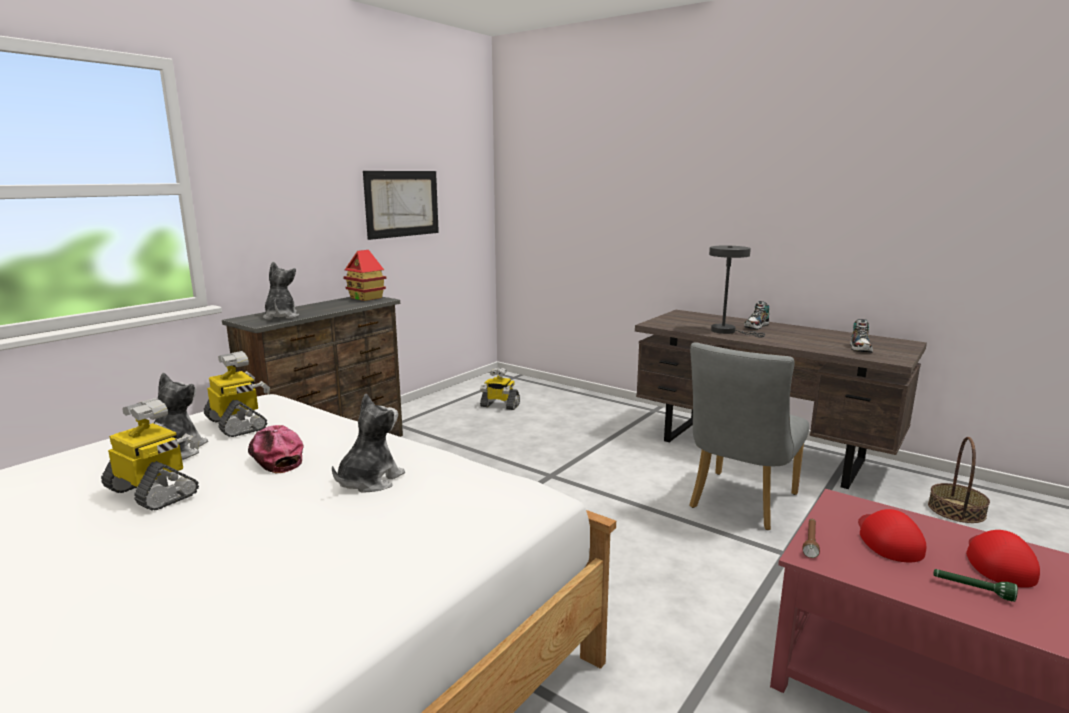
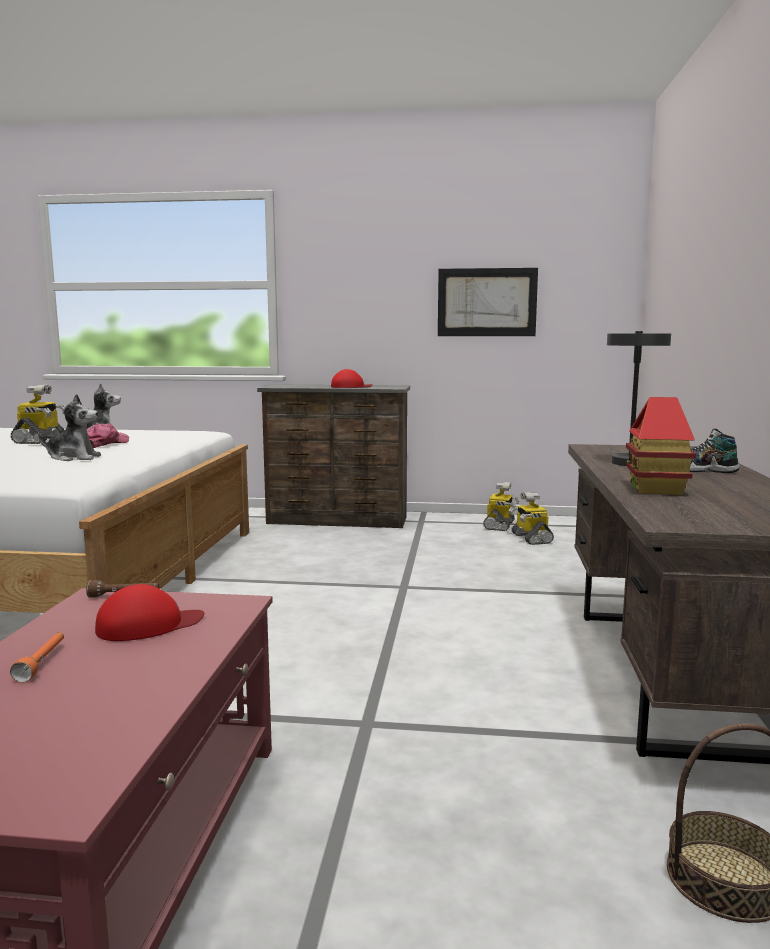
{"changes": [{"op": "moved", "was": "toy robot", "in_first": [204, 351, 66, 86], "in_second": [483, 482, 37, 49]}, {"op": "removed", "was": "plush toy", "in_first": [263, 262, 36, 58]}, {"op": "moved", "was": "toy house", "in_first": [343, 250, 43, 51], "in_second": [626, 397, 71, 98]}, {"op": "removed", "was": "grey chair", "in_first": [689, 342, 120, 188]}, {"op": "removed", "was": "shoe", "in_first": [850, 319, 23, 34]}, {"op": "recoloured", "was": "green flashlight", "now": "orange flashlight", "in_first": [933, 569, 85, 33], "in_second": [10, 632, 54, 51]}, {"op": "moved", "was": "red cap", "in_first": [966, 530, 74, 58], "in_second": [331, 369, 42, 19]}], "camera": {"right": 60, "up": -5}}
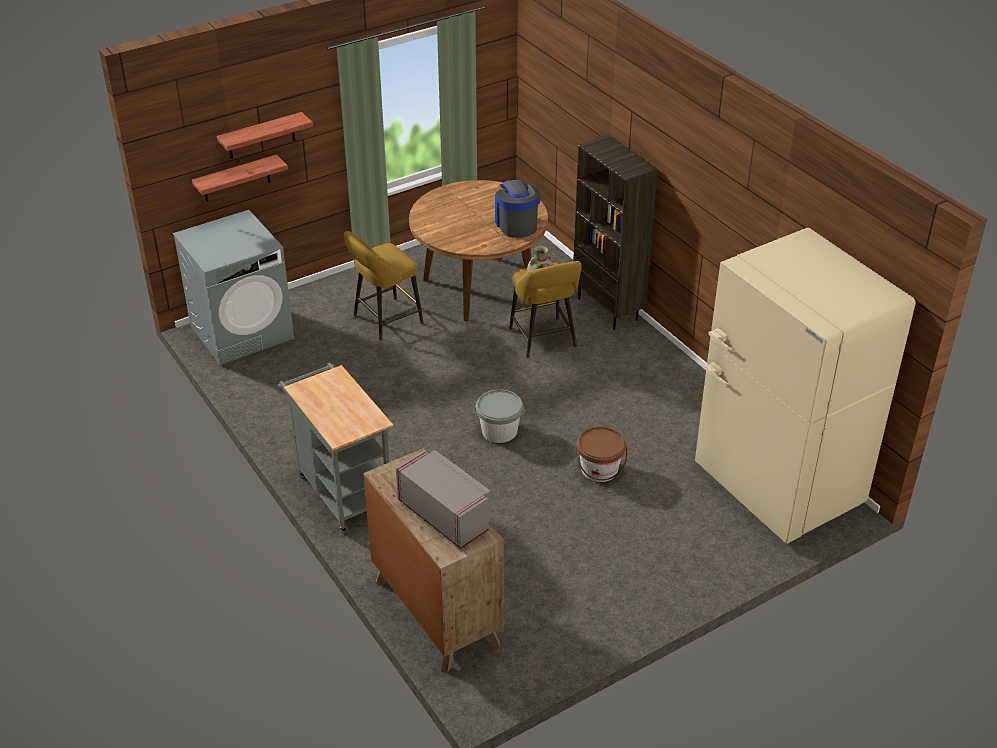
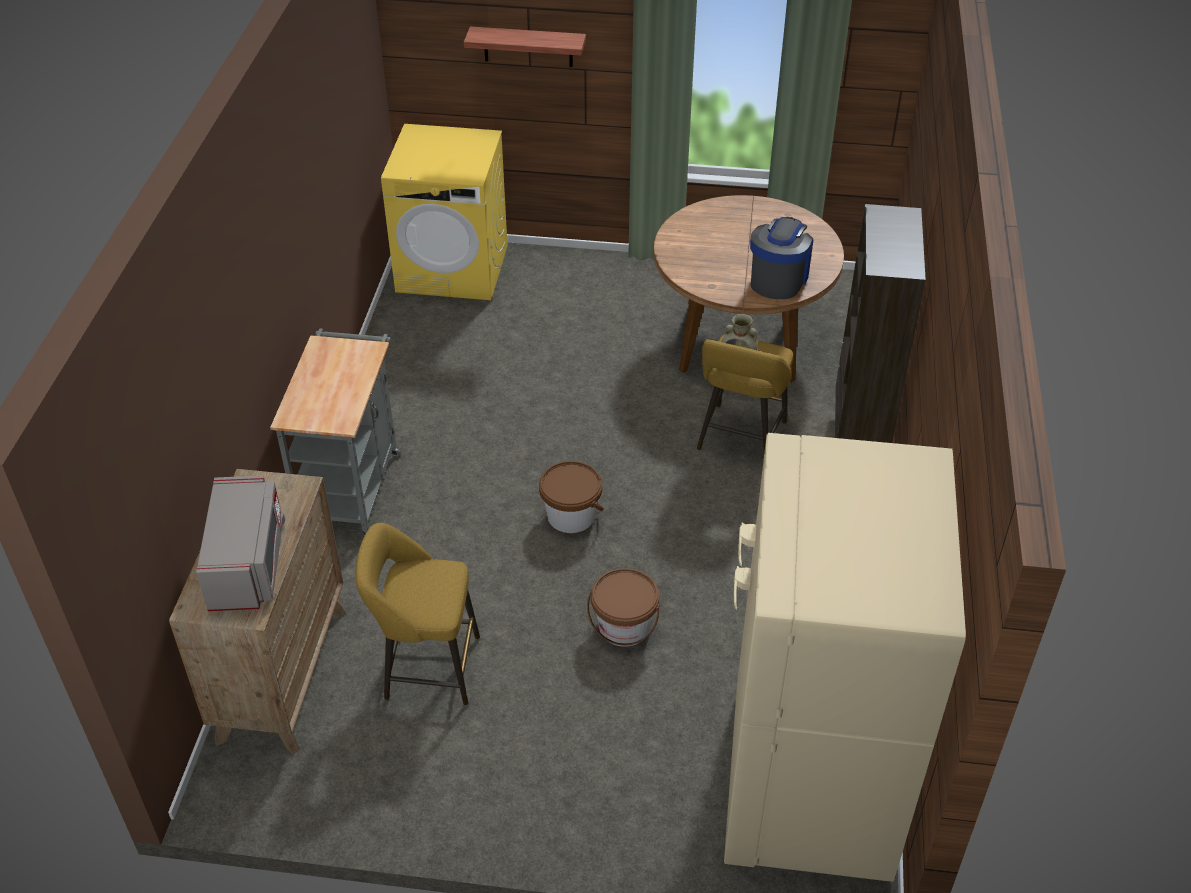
{"changes": [{"op": "recoloured", "was": "grey washing machine", "now": "yellow washing machine", "in_first": [173, 210, 121, 155], "in_second": [381, 124, 126, 176]}, {"op": "removed", "was": "shelf", "in_first": [192, 155, 96, 47]}, {"op": "moved", "was": "yellow stool", "in_first": [343, 231, 81, 110], "in_second": [356, 523, 124, 182]}, {"op": "recoloured", "was": "grey bucket", "now": "brown bucket", "in_first": [475, 389, 50, 54], "in_second": [539, 461, 65, 72]}], "camera": {"right": 40, "up": 5}}
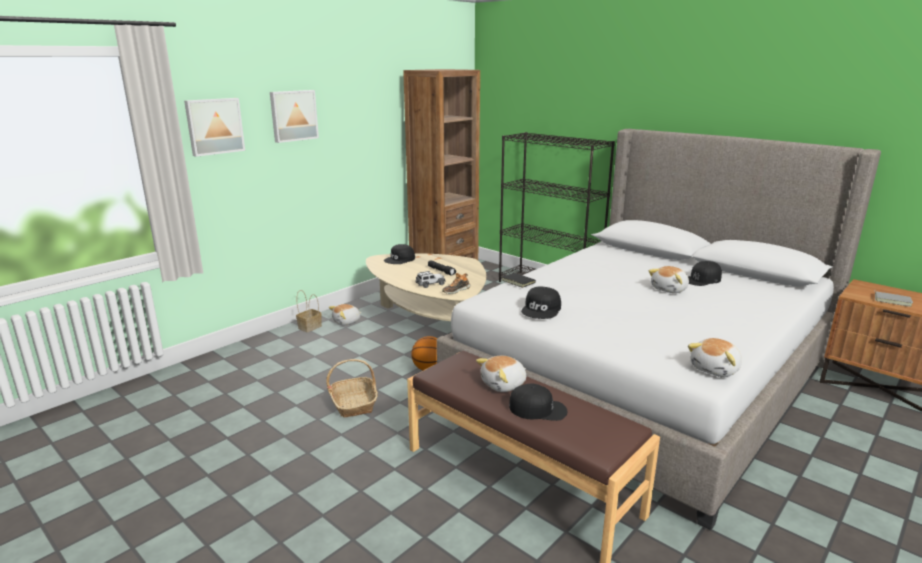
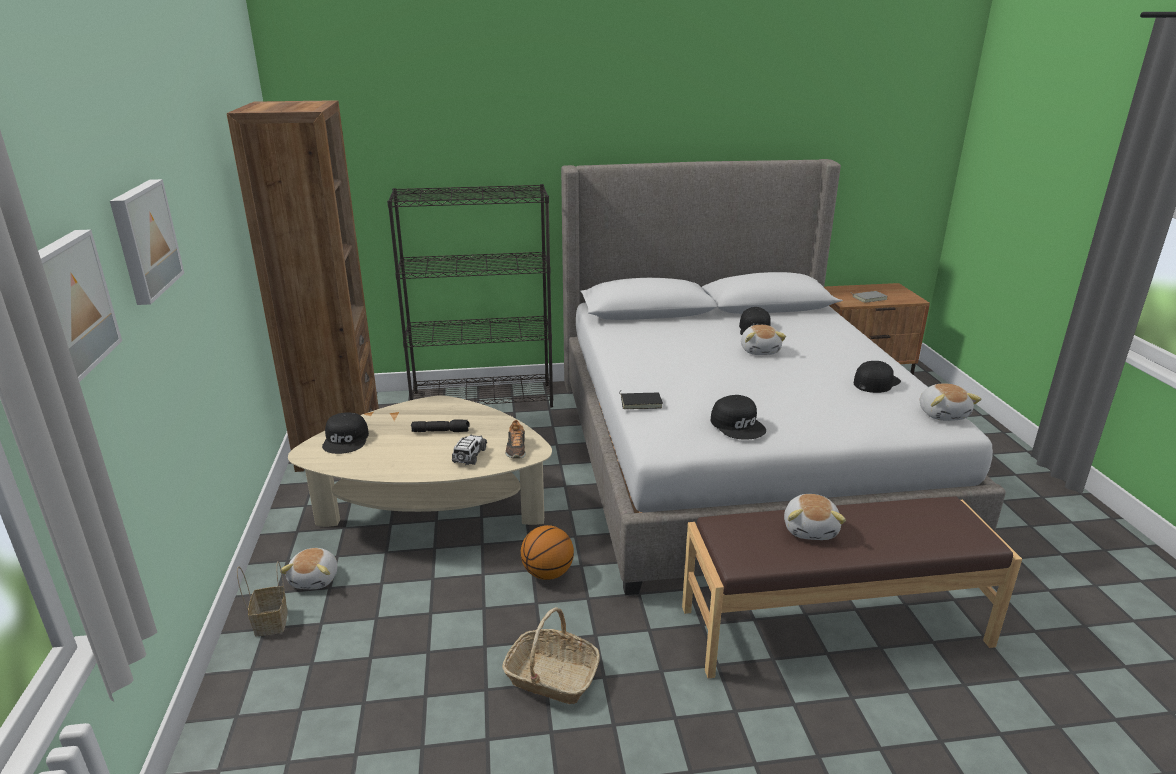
{"changes": [{"op": "moved", "was": "black cap", "in_first": [509, 384, 58, 37], "in_second": [854, 361, 47, 32]}], "camera": {"right": -50, "up": 5}}
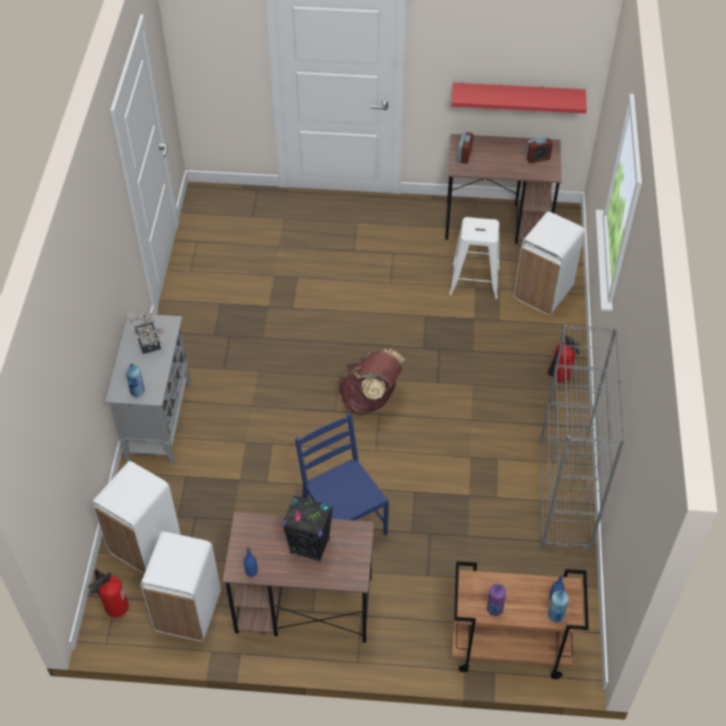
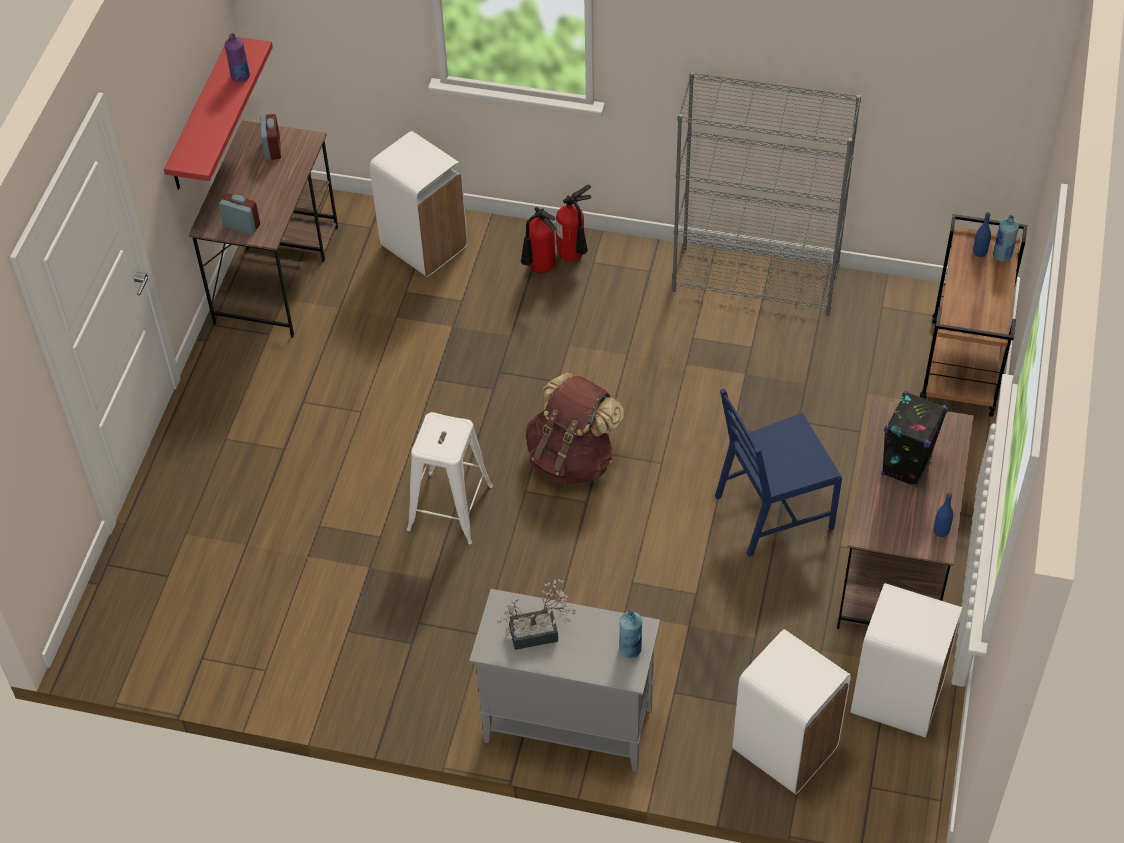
{"changes": [{"op": "moved", "was": "fire extinguisher", "in_first": [88, 569, 41, 48], "in_second": [521, 207, 35, 66]}, {"op": "moved", "was": "white stool", "in_first": [449, 217, 51, 82], "in_second": [407, 412, 86, 132]}, {"op": "moved", "was": "purple bottle", "in_first": [487, 584, 19, 32], "in_second": [225, 33, 25, 49]}], "camera": {"right": -80, "up": 0}}
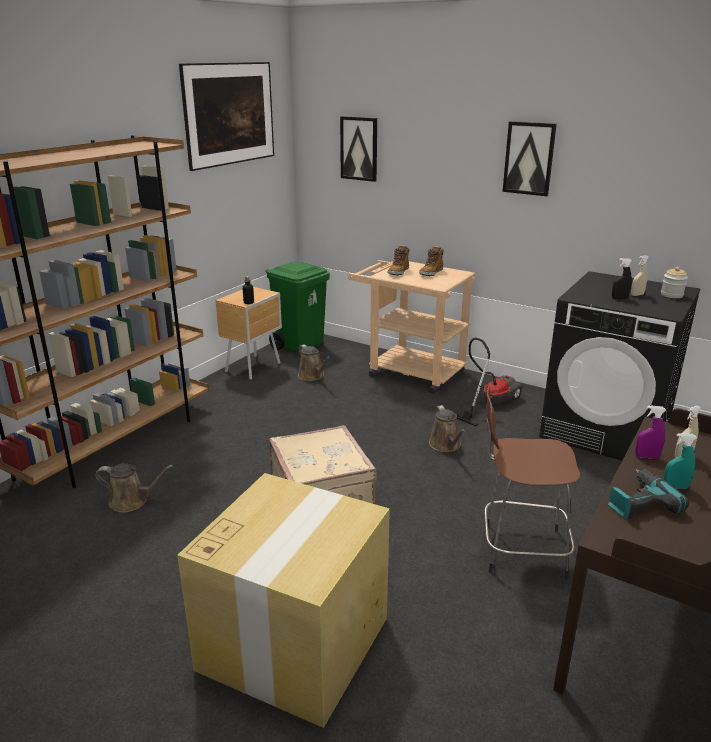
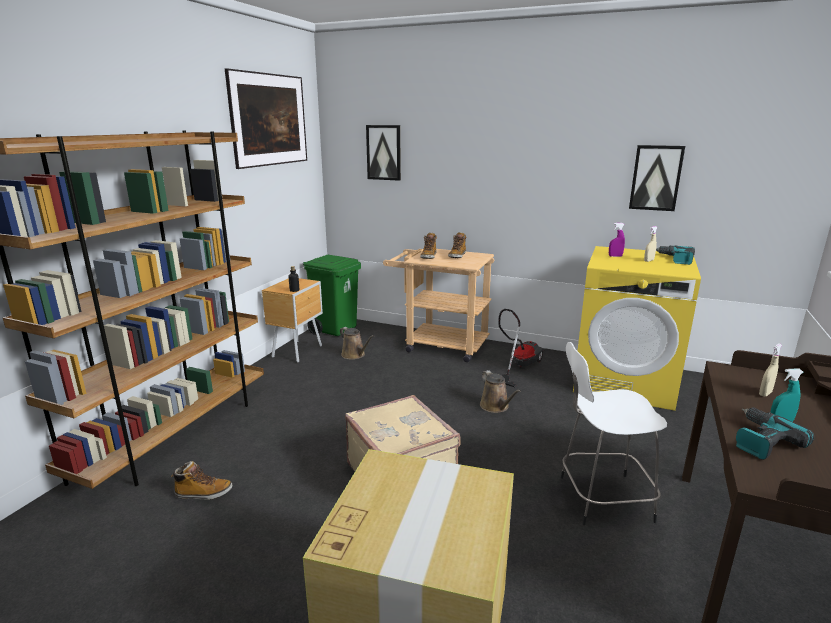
{"changes": [{"op": "replaced", "was": "brown watering can", "now": "boot", "in_first": [95, 463, 78, 50], "in_second": [171, 461, 61, 39]}, {"op": "recoloured", "was": "brown stool", "now": "white stool", "in_first": [485, 385, 95, 194], "in_second": [560, 342, 107, 183]}, {"op": "moved", "was": "picture", "in_first": [503, 121, 54, 75], "in_second": [629, 145, 56, 66]}, {"op": "recoloured", "was": "black washing machine", "now": "yellow washing machine", "in_first": [539, 271, 161, 190], "in_second": [573, 246, 128, 165]}, {"op": "removed", "was": "black spray bottle", "in_first": [612, 258, 20, 41]}, {"op": "moved", "was": "purple spray bottle", "in_first": [635, 405, 31, 54], "in_second": [609, 223, 16, 34]}, {"op": "replaced", "was": "jar", "now": "power drill", "in_first": [661, 267, 27, 31], "in_second": [656, 246, 39, 19]}], "camera": {"right": -10, "up": -5}}
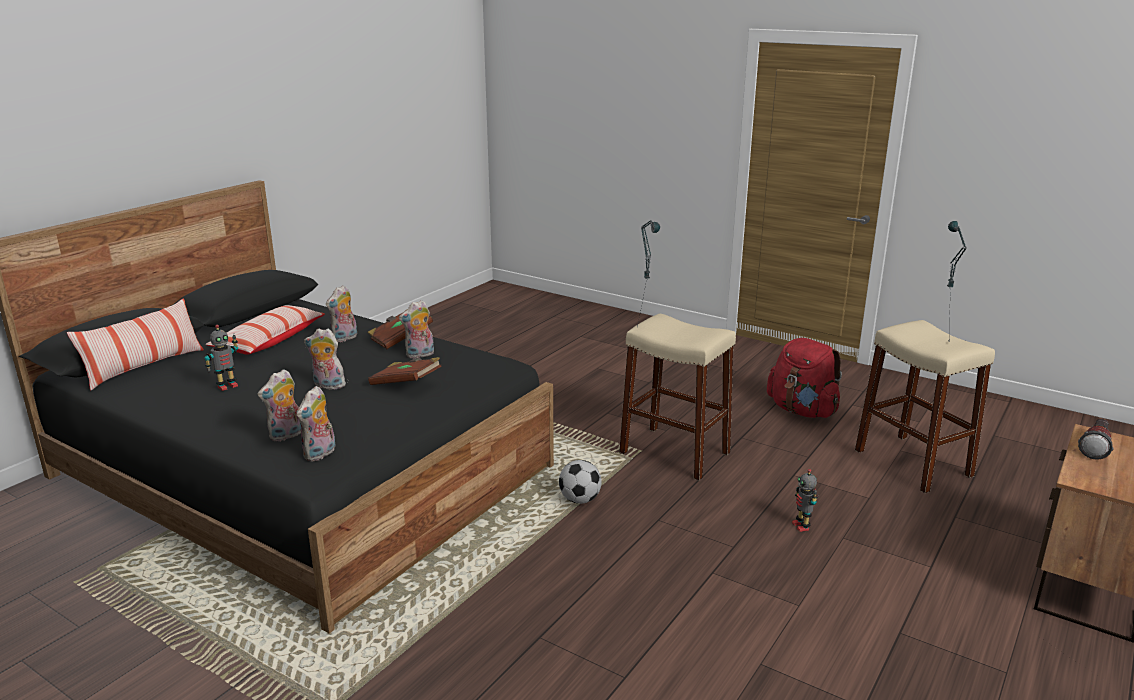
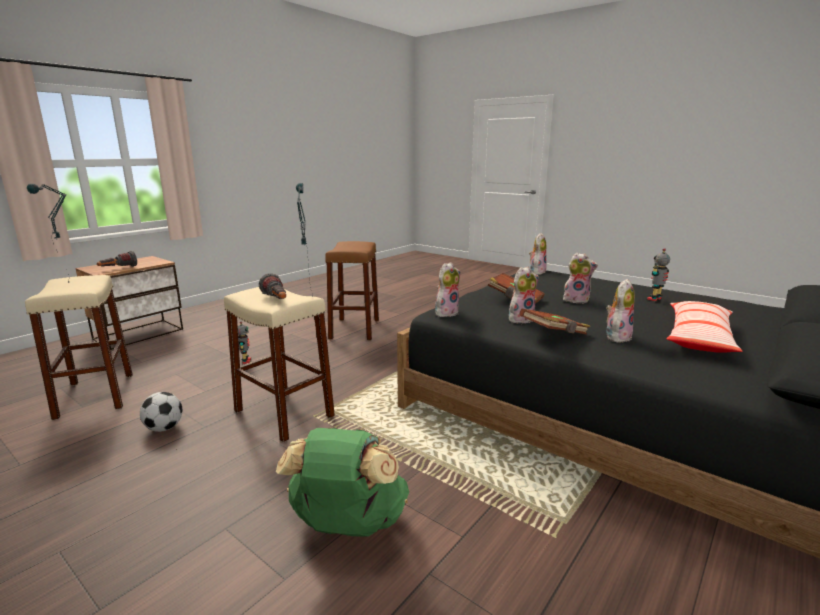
{"changes": [{"op": "removed", "was": "pillow", "in_first": [67, 298, 137, 92]}, {"op": "moved", "was": "plush toy", "in_first": [258, 369, 43, 73], "in_second": [435, 262, 25, 55]}, {"op": "moved", "was": "football", "in_first": [559, 460, 43, 44], "in_second": [140, 392, 42, 40]}, {"op": "removed", "was": "red backpack", "in_first": [767, 338, 75, 80]}, {"op": "added", "now": "flashlight", "in_second": [259, 273, 27, 26]}, {"op": "added", "now": "green backpack", "in_second": [276, 427, 133, 110]}, {"op": "added", "now": "brown stool", "in_second": [325, 241, 54, 99]}], "camera": {"right": -175, "up": -5}}
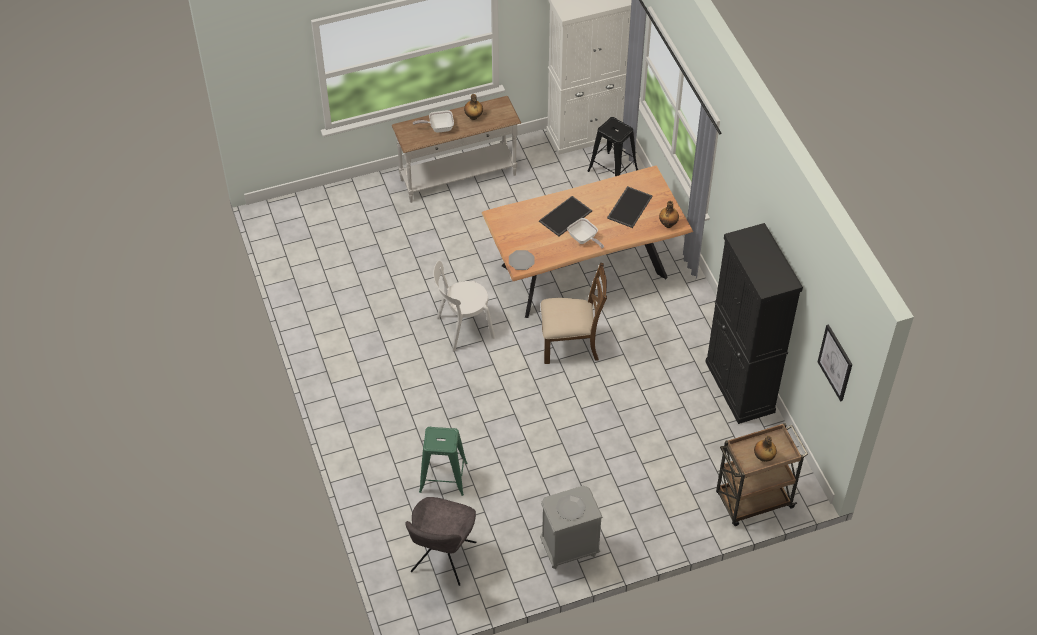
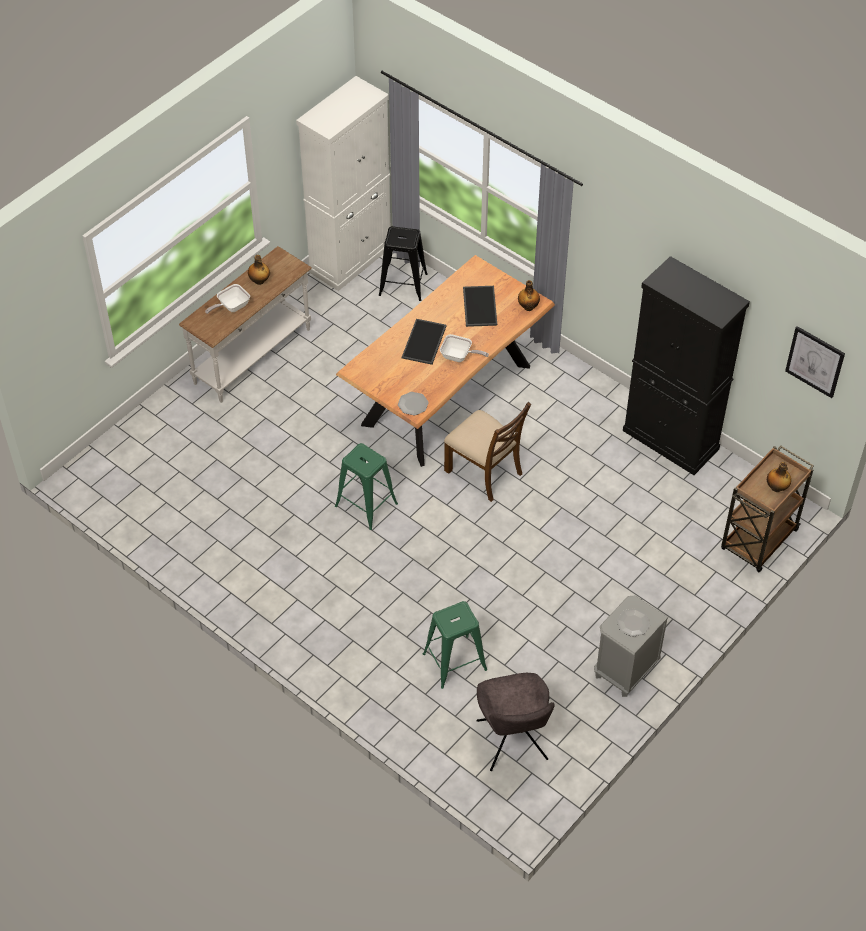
{"changes": [{"op": "replaced", "was": "white chair", "now": "green stool", "in_first": [433, 261, 62, 91], "in_second": [335, 443, 63, 87]}, {"op": "turned", "was": "brown chair", "in_first": [541, 263, 66, 101], "in_second": [444, 402, 87, 100], "clockwise": 75}], "camera": {"right": -30, "up": 0}}
